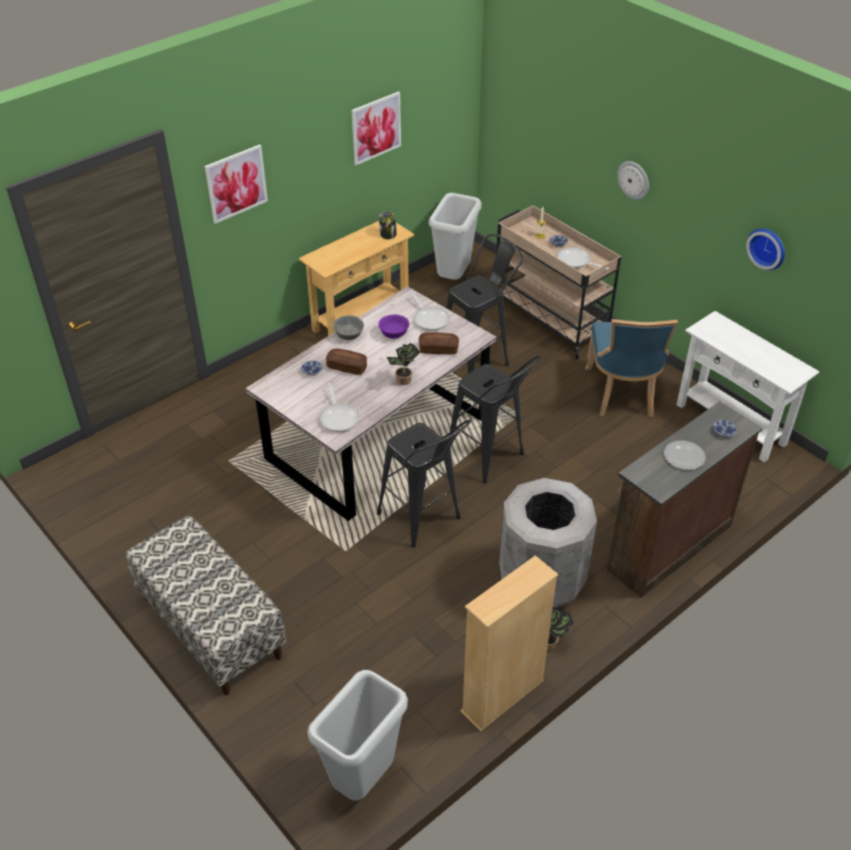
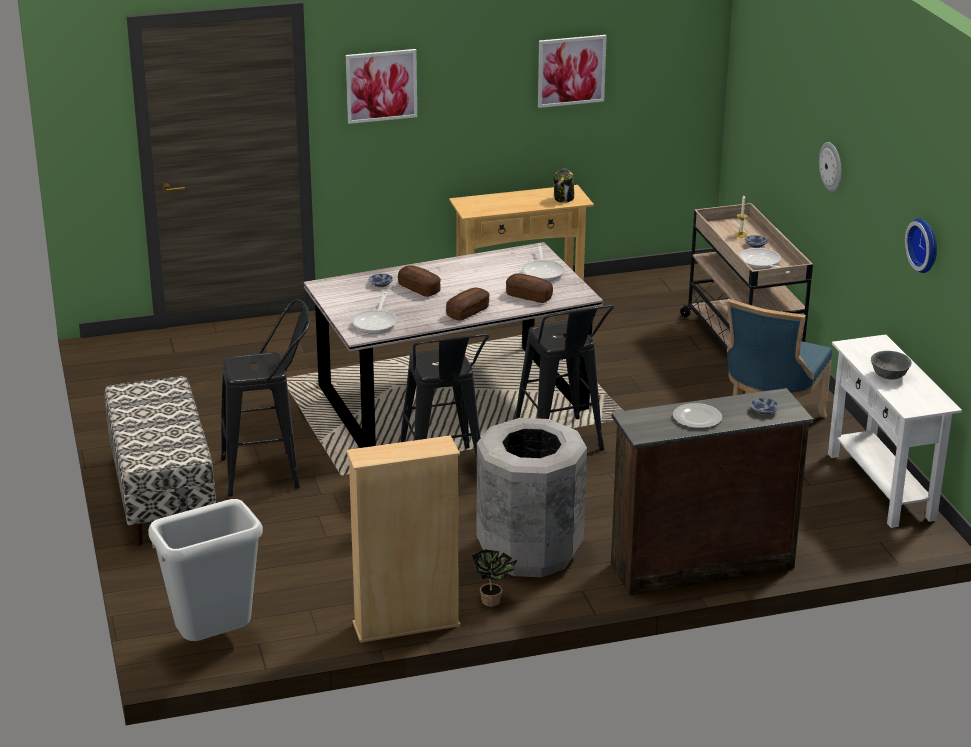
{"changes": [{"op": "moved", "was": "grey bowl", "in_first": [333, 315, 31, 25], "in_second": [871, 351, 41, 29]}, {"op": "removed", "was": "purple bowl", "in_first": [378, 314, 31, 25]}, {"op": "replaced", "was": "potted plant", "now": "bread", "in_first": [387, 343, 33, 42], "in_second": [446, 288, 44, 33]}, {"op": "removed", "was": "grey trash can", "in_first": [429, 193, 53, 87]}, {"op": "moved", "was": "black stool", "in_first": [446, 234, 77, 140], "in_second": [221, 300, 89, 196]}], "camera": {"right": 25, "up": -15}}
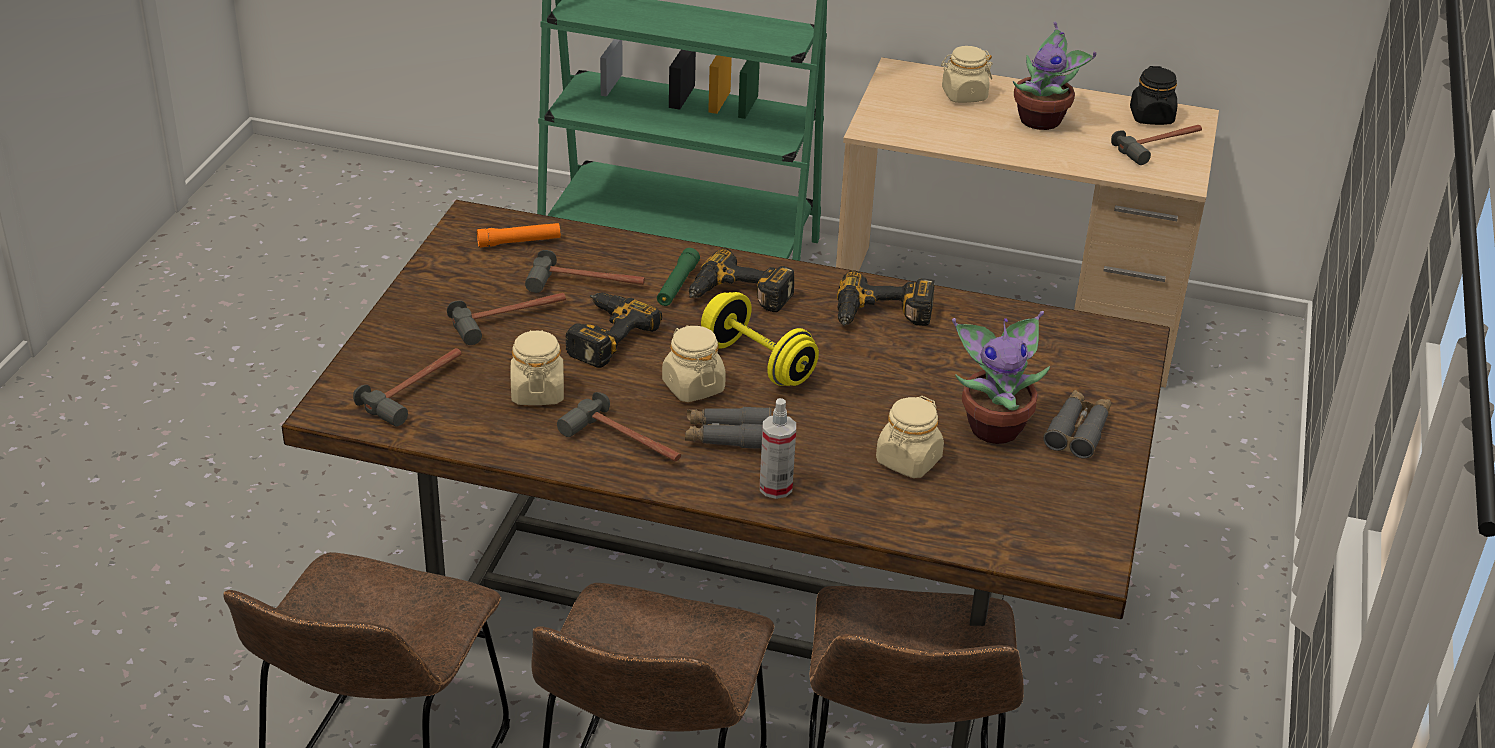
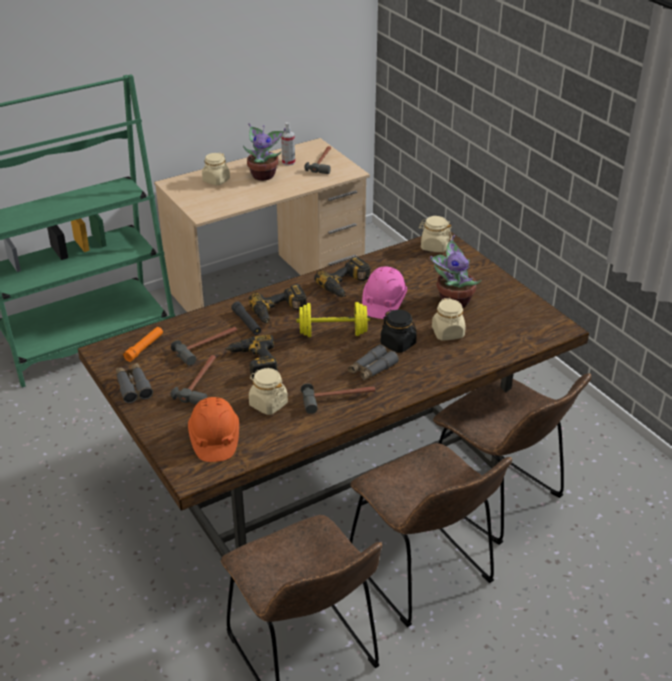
{"changes": [{"op": "replaced", "was": "hammer", "now": "orange hard hat", "in_first": [353, 348, 109, 78], "in_second": [188, 397, 51, 65]}, {"op": "recoloured", "was": "green flashlight", "now": "black flashlight", "in_first": [657, 248, 43, 58], "in_second": [231, 302, 30, 33]}, {"op": "moved", "was": "beige jar", "in_first": [662, 325, 64, 77], "in_second": [419, 216, 33, 36]}, {"op": "moved", "was": "spray bottle", "in_first": [760, 398, 36, 101], "in_second": [281, 122, 14, 44]}, {"op": "moved", "was": "grey binoculars", "in_first": [1043, 390, 68, 69], "in_second": [116, 363, 37, 40]}, {"op": "moved", "was": "black jar", "in_first": [1130, 66, 47, 59], "in_second": [381, 310, 36, 43]}, {"op": "added", "now": "pink hard hat", "in_second": [362, 266, 45, 53]}], "camera": {"right": -45, "up": 0}}
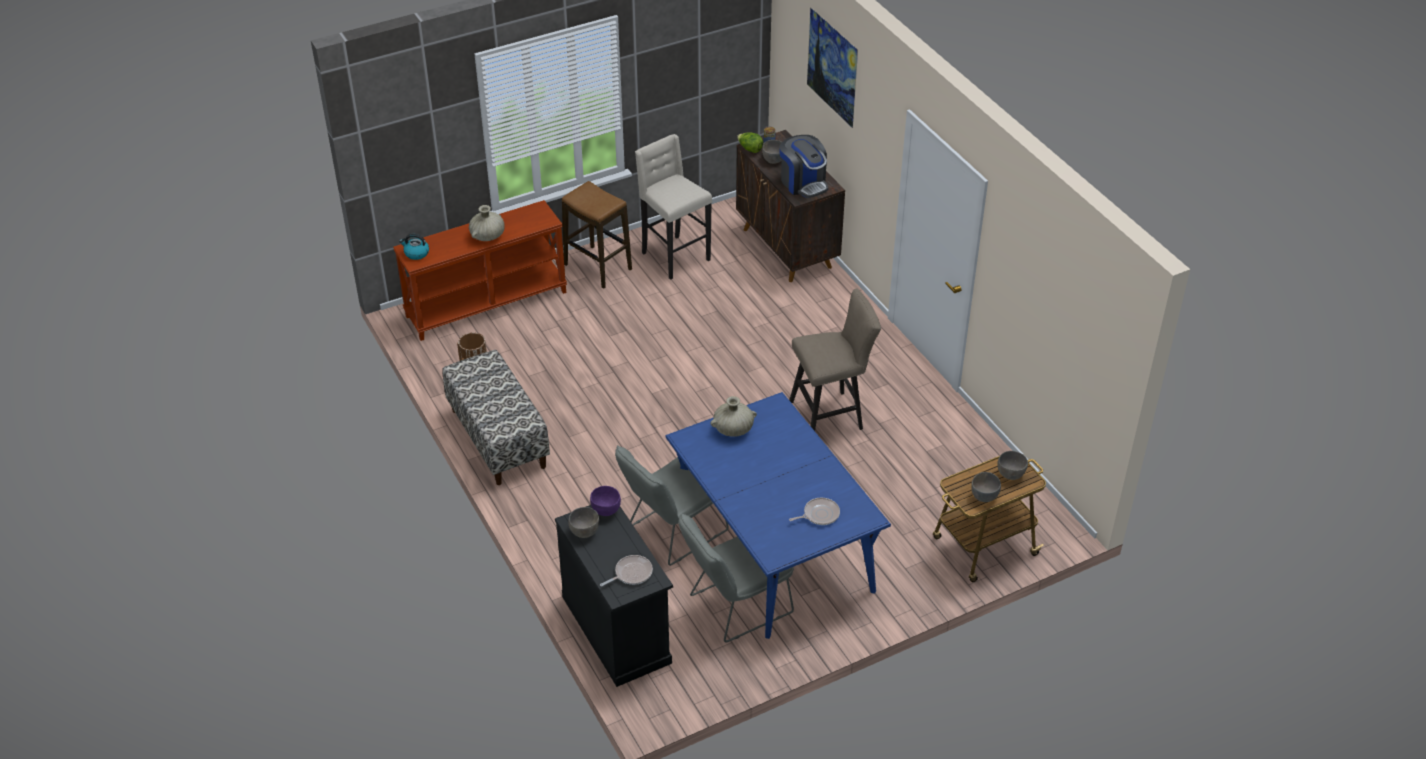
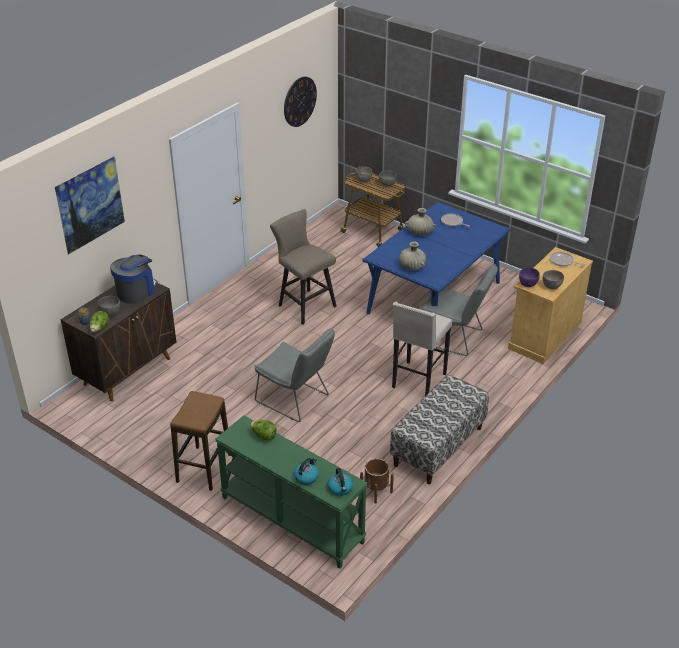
{"changes": [{"op": "recoloured", "was": "brown console table", "now": "green console table", "in_first": [393, 200, 174, 141], "in_second": [215, 415, 152, 154]}, {"op": "moved", "was": "beige vase", "in_first": [469, 205, 36, 36], "in_second": [405, 208, 31, 28]}, {"op": "recoloured", "was": "black cabinet", "now": "beige cabinet", "in_first": [555, 505, 118, 182], "in_second": [508, 247, 85, 117]}, {"op": "moved", "was": "beige stool", "in_first": [635, 134, 77, 146], "in_second": [392, 302, 60, 94]}, {"op": "moved", "was": "grey chair", "in_first": [678, 513, 116, 129], "in_second": [254, 327, 81, 95]}, {"op": "added", "now": "lettuce", "in_second": [250, 420, 27, 21]}, {"op": "added", "now": "wall clock", "in_second": [284, 77, 33, 50]}, {"op": "added", "now": "kettle", "in_second": [294, 458, 25, 27]}], "camera": {"right": -115, "up": -5}}
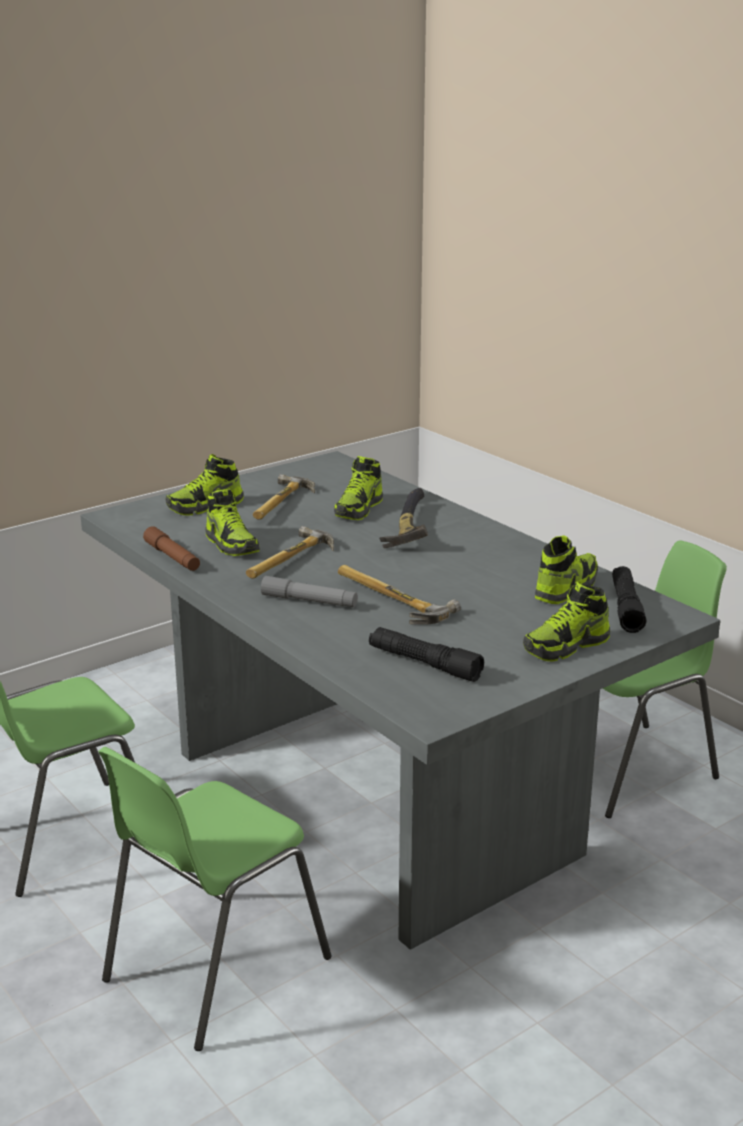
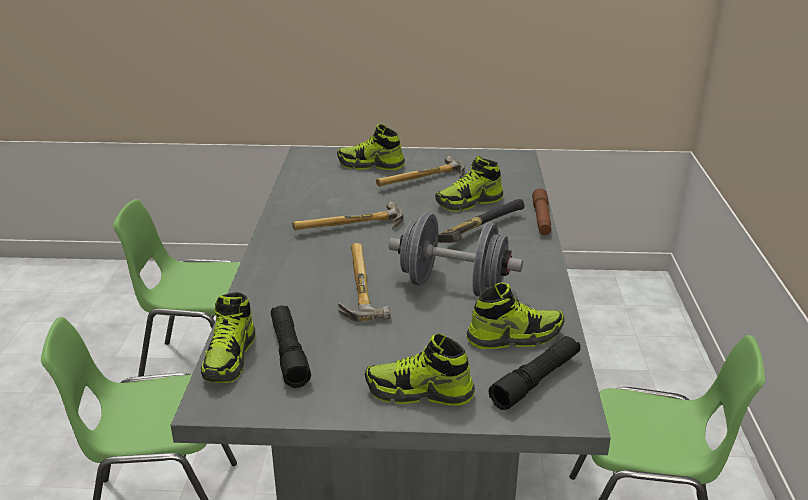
{"changes": [{"op": "moved", "was": "brown flashlight", "in_first": [143, 526, 57, 45], "in_second": [532, 188, 19, 47]}, {"op": "moved", "was": "shoe", "in_first": [205, 488, 55, 68], "in_second": [201, 292, 54, 91]}, {"op": "removed", "was": "grey flashlight", "in_first": [261, 576, 97, 31]}, {"op": "added", "now": "grey dumbbell", "in_second": [389, 213, 134, 83]}], "camera": {"right": 40, "up": 5}}
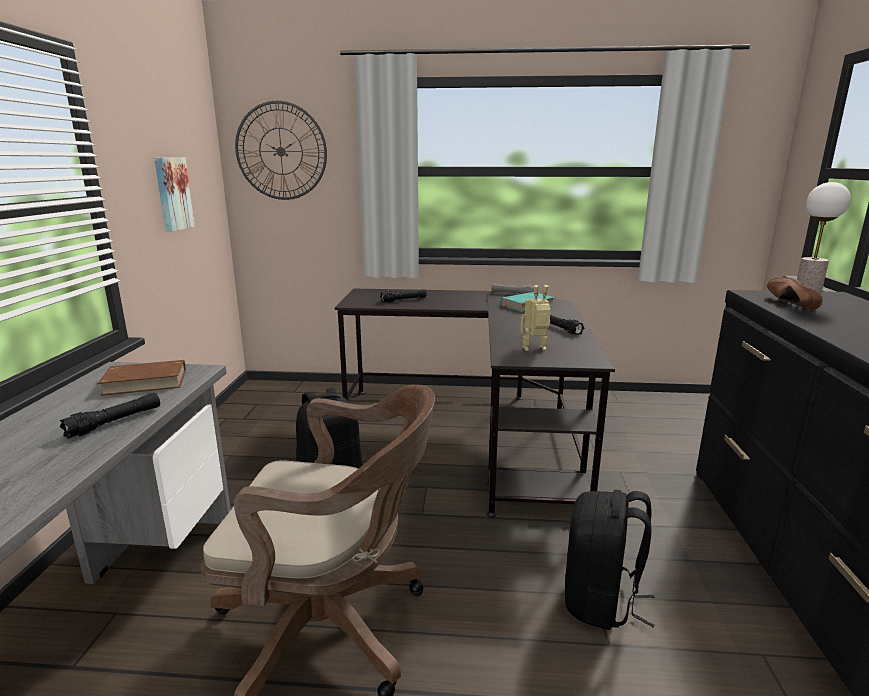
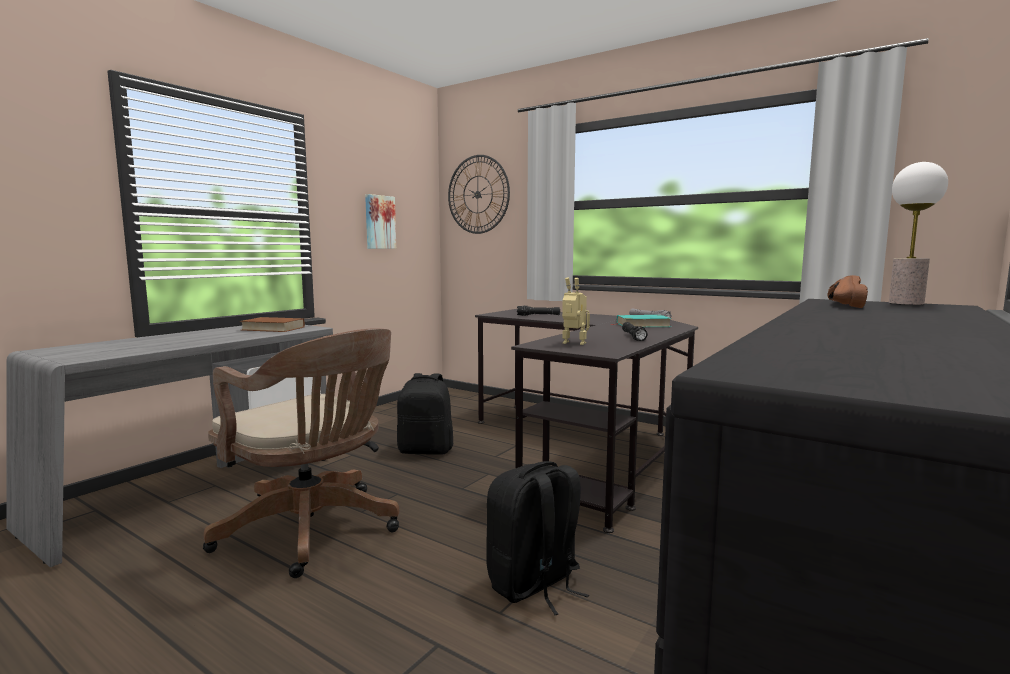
{"changes": [{"op": "removed", "was": "black flashlight", "in_first": [60, 393, 100, 46]}], "camera": {"right": 30, "up": -10}}
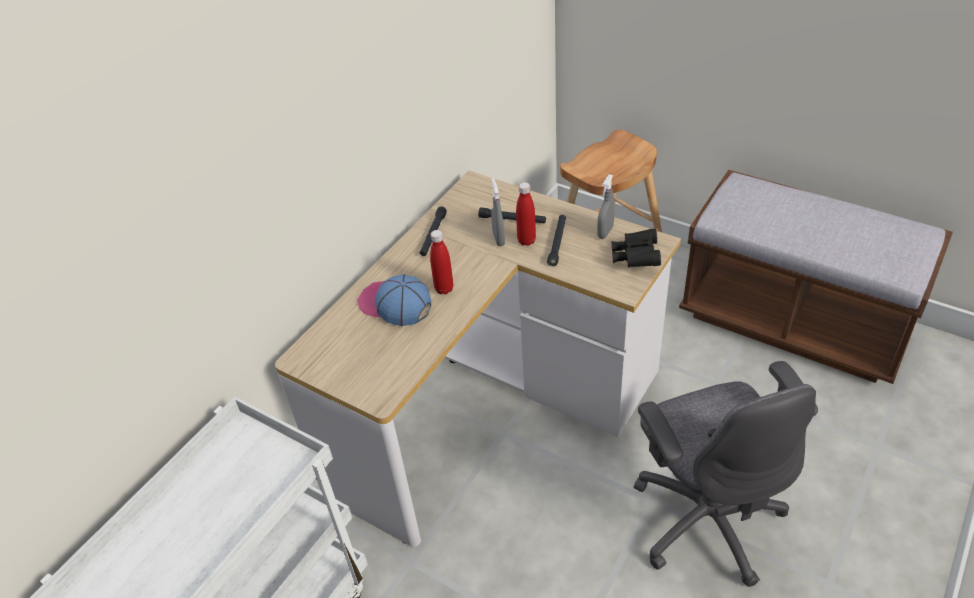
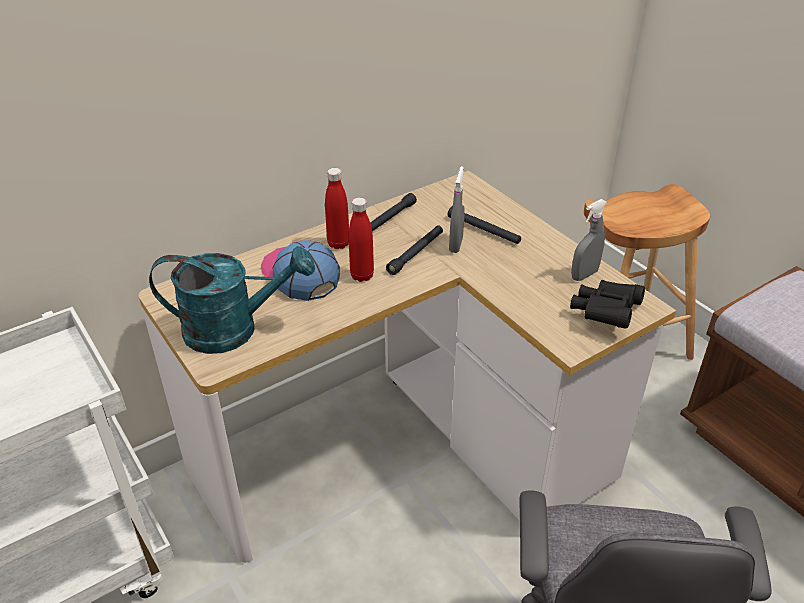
{"changes": [{"op": "moved", "was": "red bottle", "in_first": [516, 182, 20, 64], "in_second": [325, 168, 24, 81]}, {"op": "moved", "was": "black flashlight", "in_first": [547, 215, 19, 51], "in_second": [386, 225, 57, 50]}, {"op": "added", "now": "turquoise watering can", "in_second": [149, 246, 166, 108]}], "camera": {"right": 20, "up": -5}}
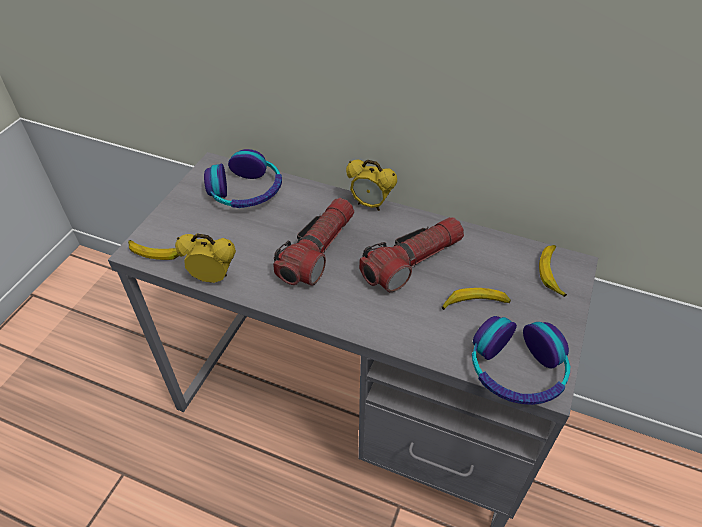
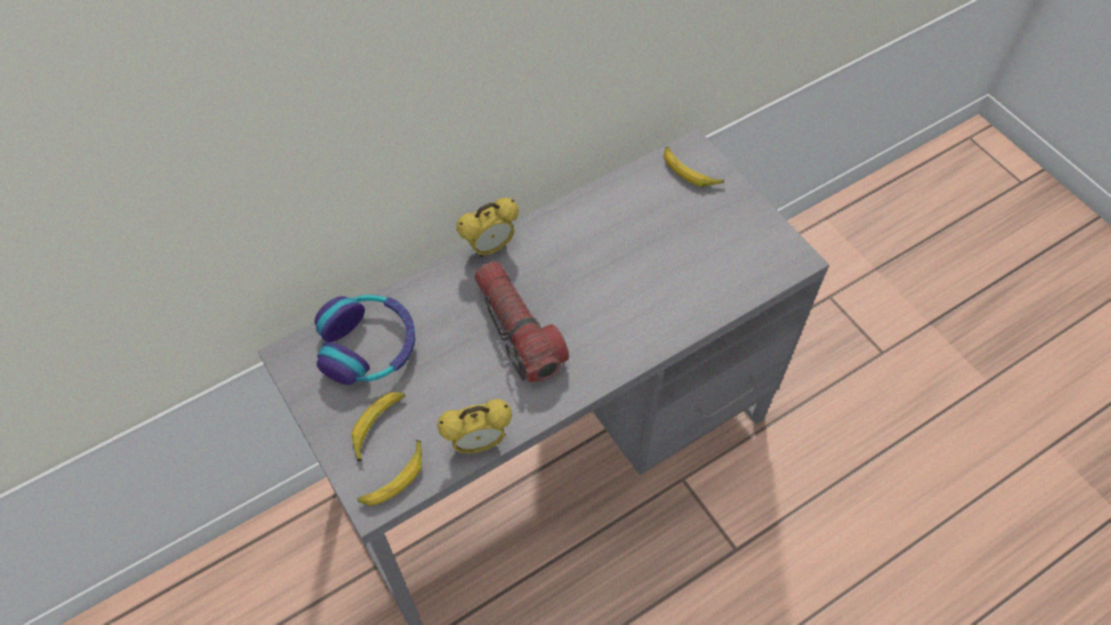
{"changes": [{"op": "turned", "was": "alarm clock", "in_first": [175, 234, 61, 49], "in_second": [437, 399, 75, 54], "clockwise": -150}, {"op": "removed", "was": "flashlight", "in_first": [359, 217, 105, 75]}, {"op": "moved", "was": "banana", "in_first": [441, 288, 70, 22], "in_second": [351, 392, 54, 69]}, {"op": "removed", "was": "headphones", "in_first": [472, 316, 98, 89]}], "camera": {"right": -55, "up": 10}}
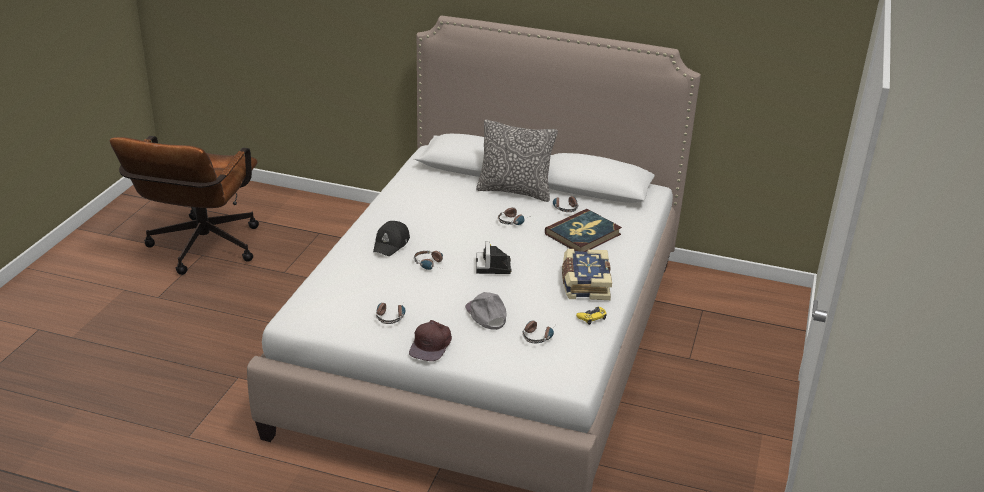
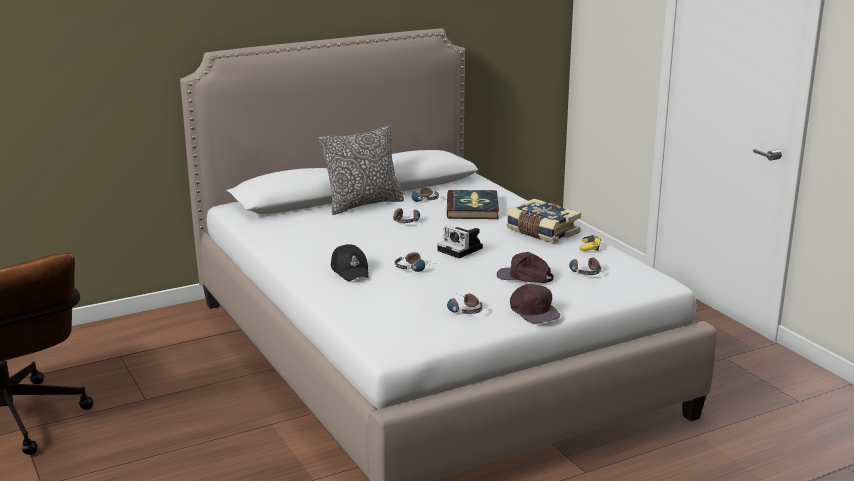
{"changes": [{"op": "recoloured", "was": "grey cap", "now": "brown cap", "in_first": [465, 292, 42, 38], "in_second": [497, 252, 57, 31]}], "camera": {"right": -45, "up": -10}}
